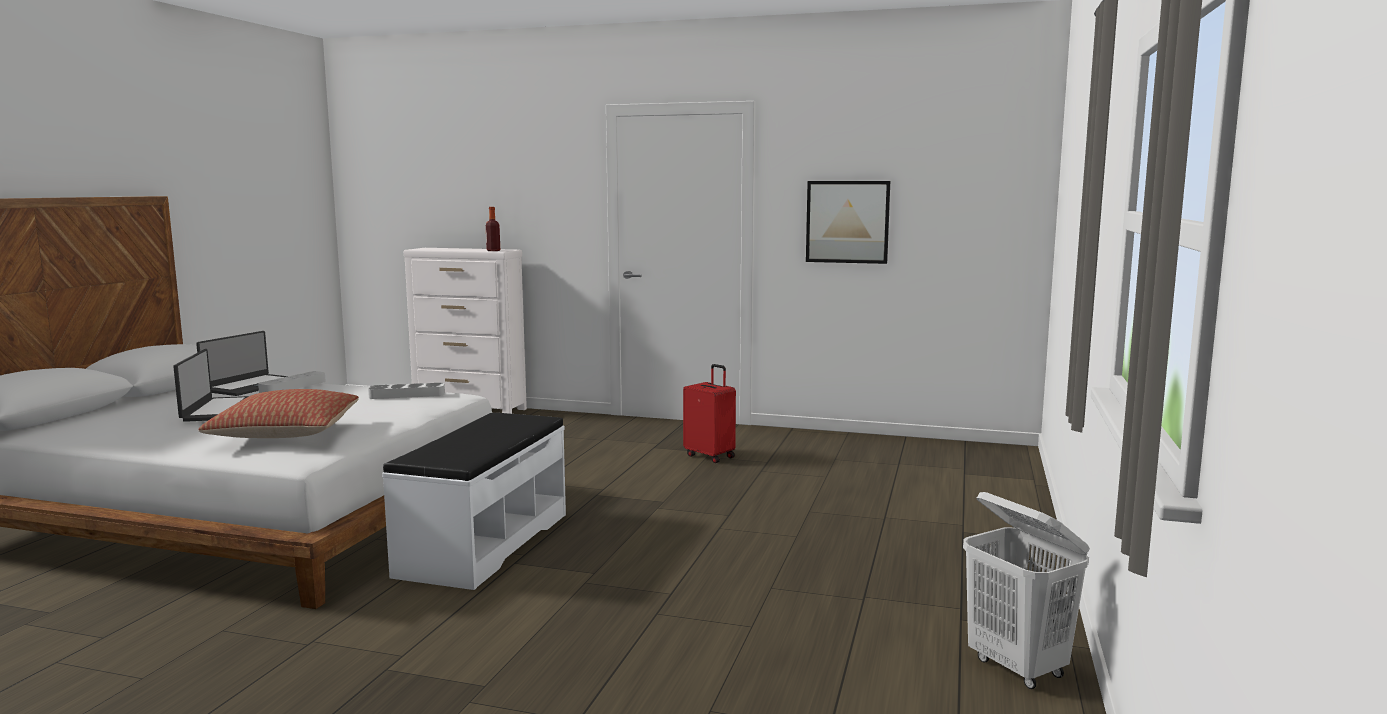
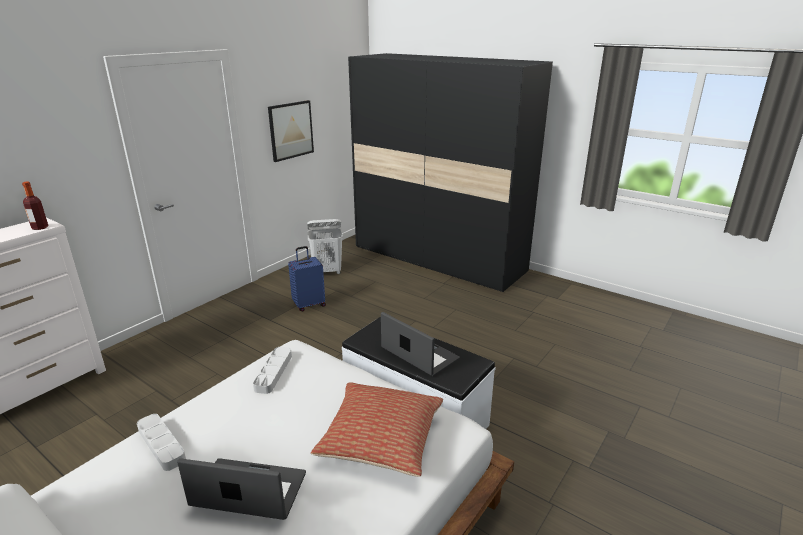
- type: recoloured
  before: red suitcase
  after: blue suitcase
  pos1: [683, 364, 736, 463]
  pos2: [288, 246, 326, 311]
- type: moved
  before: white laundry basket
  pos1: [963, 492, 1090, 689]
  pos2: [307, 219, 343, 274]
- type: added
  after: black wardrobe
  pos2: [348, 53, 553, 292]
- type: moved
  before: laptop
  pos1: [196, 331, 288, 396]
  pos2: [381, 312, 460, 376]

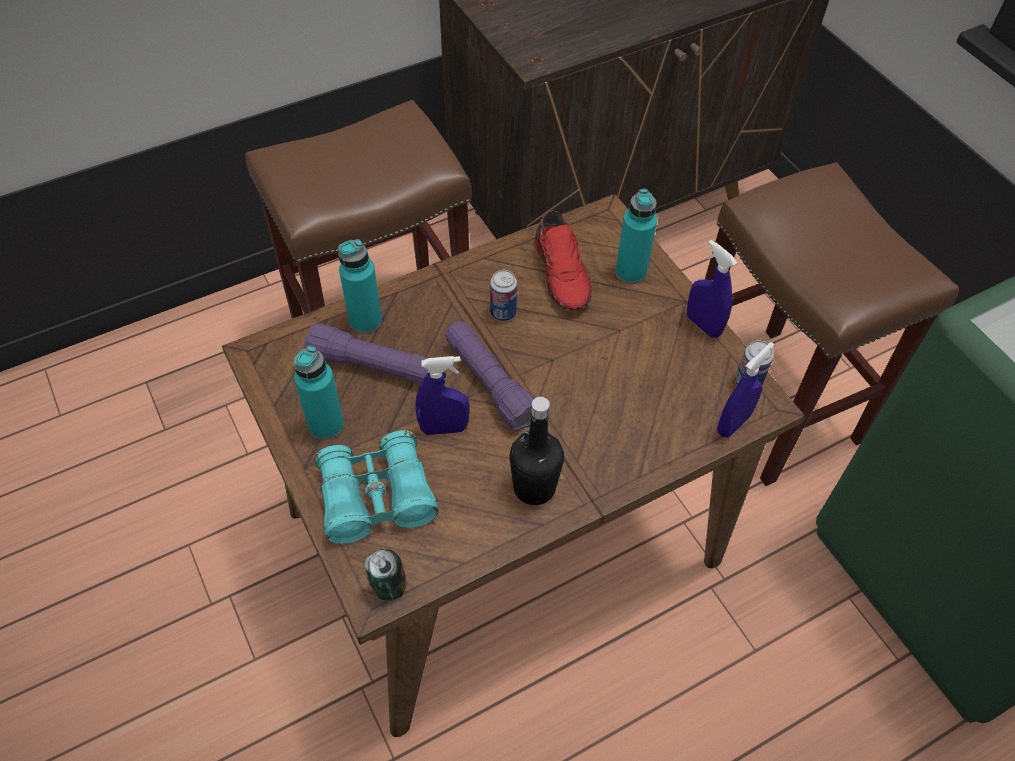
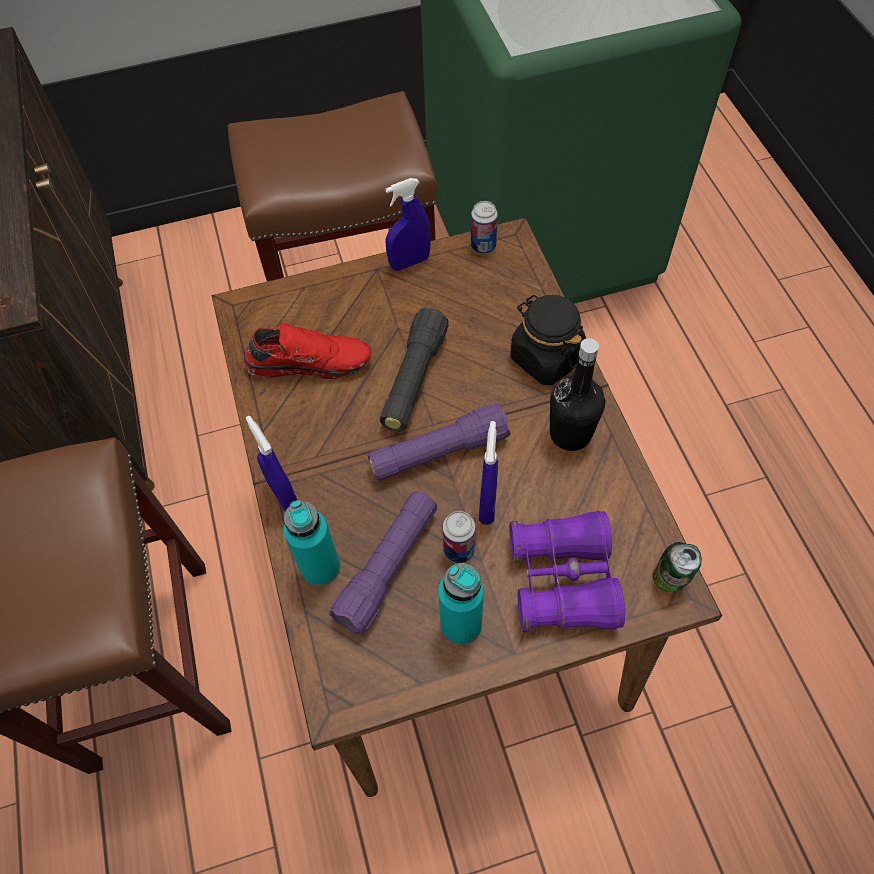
- type: moved
  before: blue spray bottle
  pos1: [717, 342, 774, 438]
  pos2: [246, 416, 297, 511]
- type: added
  after: black flashlight
  pos2: [380, 308, 449, 432]
- type: moved
  before: can
  pos1: [490, 270, 517, 321]
  pos2: [443, 511, 476, 563]
- type: recoloured
  before: turquoise binoculars
  after: purple binoculars
  pos1: [314, 430, 438, 544]
  pos2: [509, 511, 625, 633]
- type: added
  after: black jar
  pos2: [510, 295, 586, 385]
- type: removed
  before: turquoise bottle
  pos1: [615, 189, 657, 284]

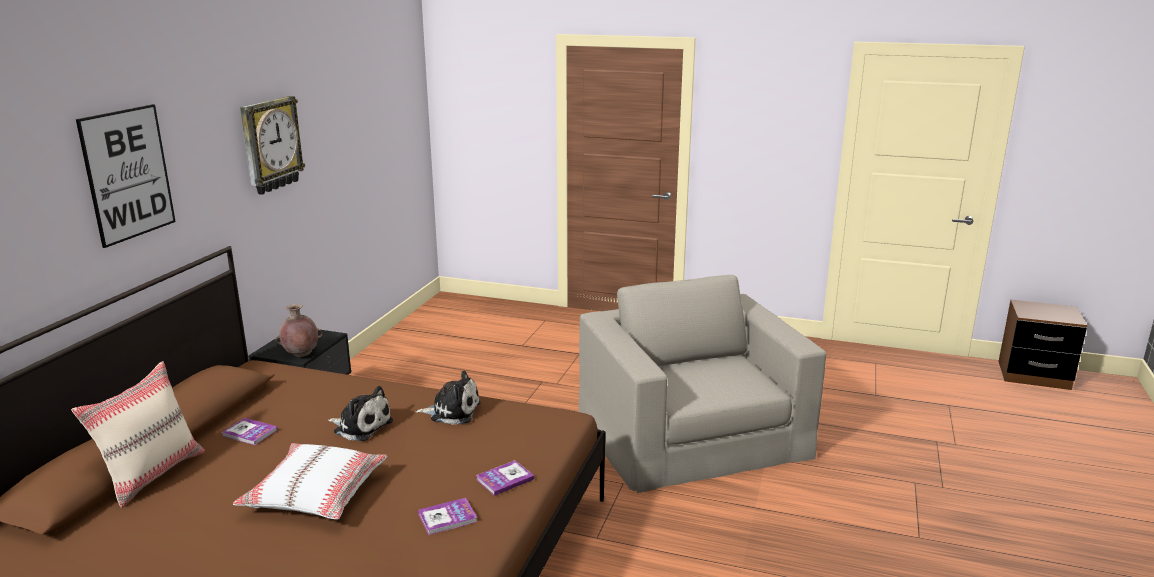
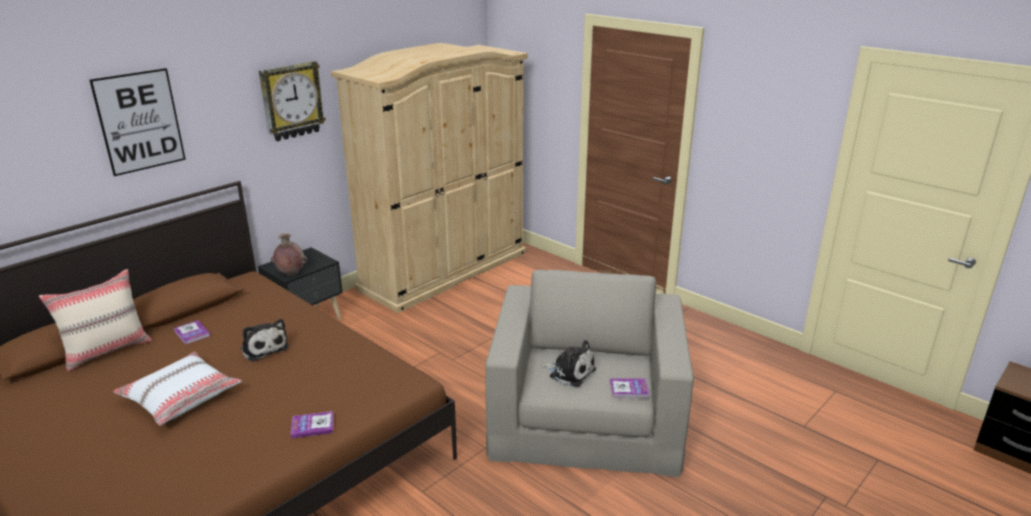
- type: added
  after: beige wardrobe
  pos2: [331, 43, 528, 313]
- type: moved
  before: plush toy
  pos1: [415, 371, 481, 425]
  pos2: [541, 340, 596, 387]
- type: moved
  before: book
  pos1: [418, 498, 477, 535]
  pos2: [610, 379, 649, 398]

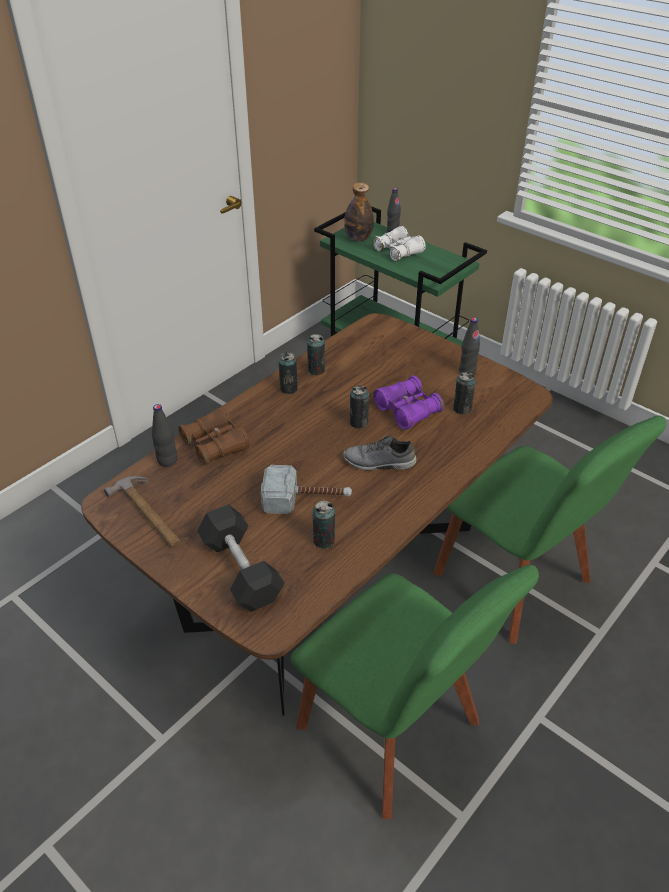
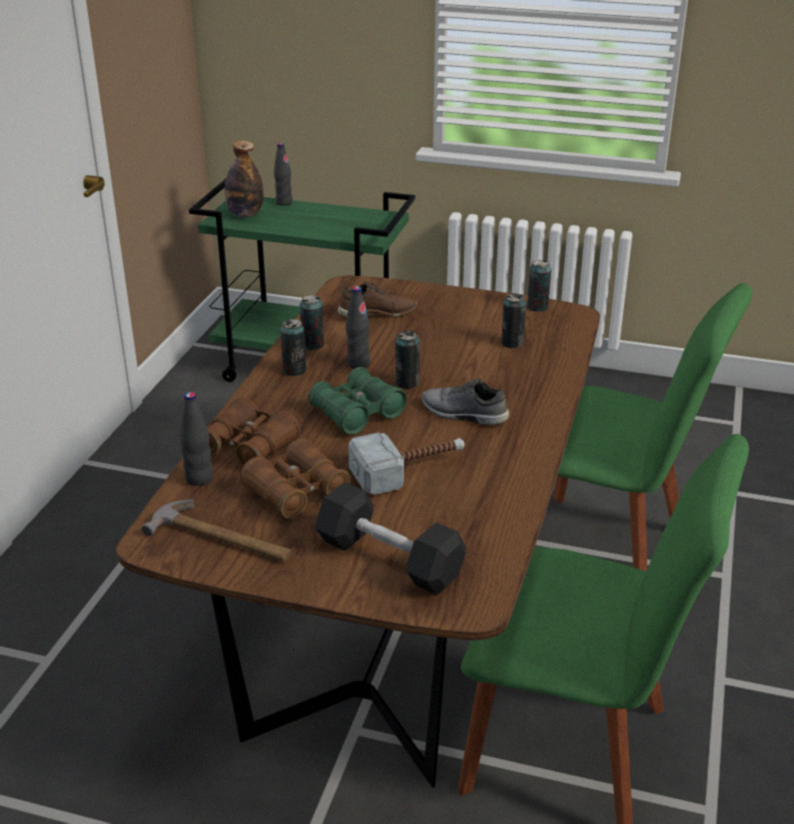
- type: added
  after: brown binoculars
  pos2: [240, 438, 351, 518]
- type: added
  after: green binoculars
  pos2: [308, 367, 407, 435]
- type: added
  after: brown shoe
  pos2: [338, 281, 417, 318]
- type: moved
  before: black bottle
  pos1: [459, 318, 480, 375]
  pos2: [346, 286, 370, 369]
- type: turned
  before: grey shoe
  pos1: [343, 436, 417, 471]
  pos2: [422, 378, 509, 425]
  turn: 45
- type: moved
  before: can
  pos1: [313, 501, 335, 549]
  pos2: [527, 260, 551, 312]
- type: removed
  before: white binoculars
  pos1: [373, 226, 426, 261]
- type: removed
  before: purple binoculars
  pos1: [373, 376, 444, 430]

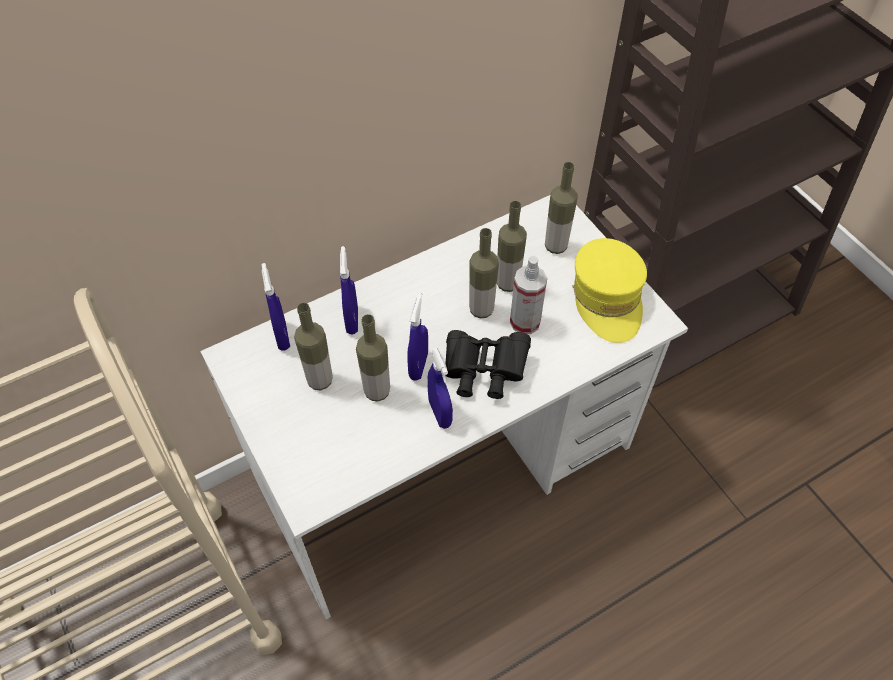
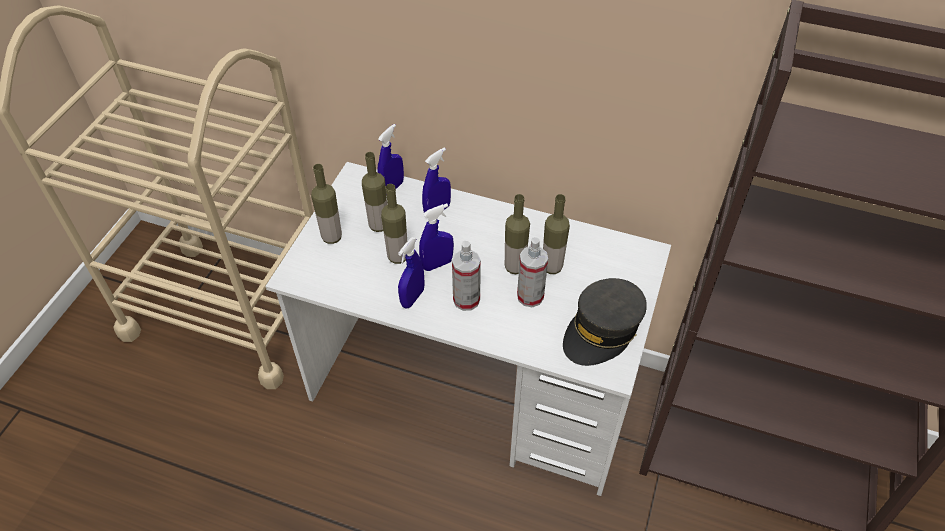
- type: moved
  before: bottle
  pos1: [545, 162, 578, 254]
  pos2: [311, 164, 342, 244]
- type: replaced
  before: black binoculars
  after: spray bottle
  pos1: [445, 330, 531, 399]
  pos2: [452, 241, 481, 311]
- type: recoloured
  before: yellow cap
  after: grey cap
  pos1: [573, 238, 647, 343]
  pos2: [563, 278, 647, 366]

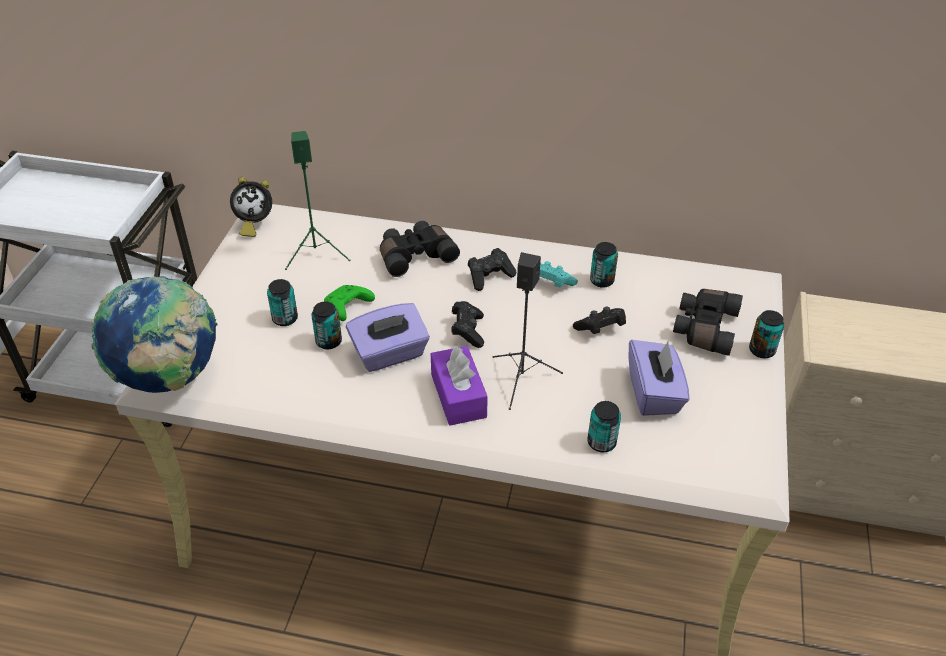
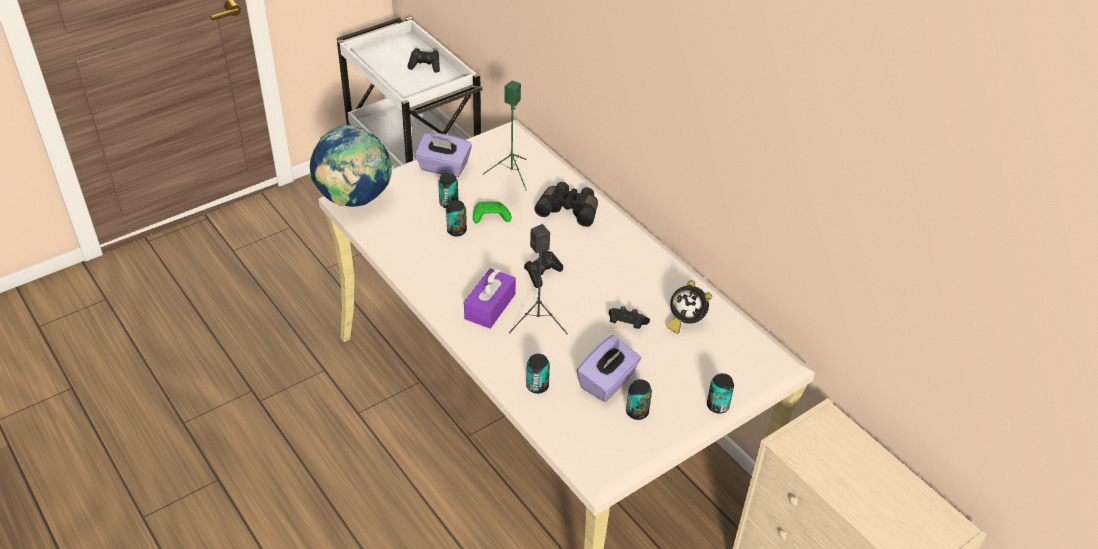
- type: moved
  before: black game controller
  pos1: [468, 248, 516, 291]
  pos2: [407, 48, 440, 73]
- type: moved
  before: purple tissue box
  pos1: [346, 303, 430, 372]
  pos2: [415, 133, 472, 177]
- type: moved
  before: can
  pos1: [590, 242, 618, 288]
  pos2: [626, 379, 652, 420]
- type: moved
  before: alarm clock
  pos1: [230, 177, 272, 237]
  pos2: [666, 280, 712, 334]
- type: removed
  before: turquoise game controller
  pos1: [540, 261, 578, 288]
- type: removed
  before: black binoculars
  pos1: [673, 289, 743, 356]

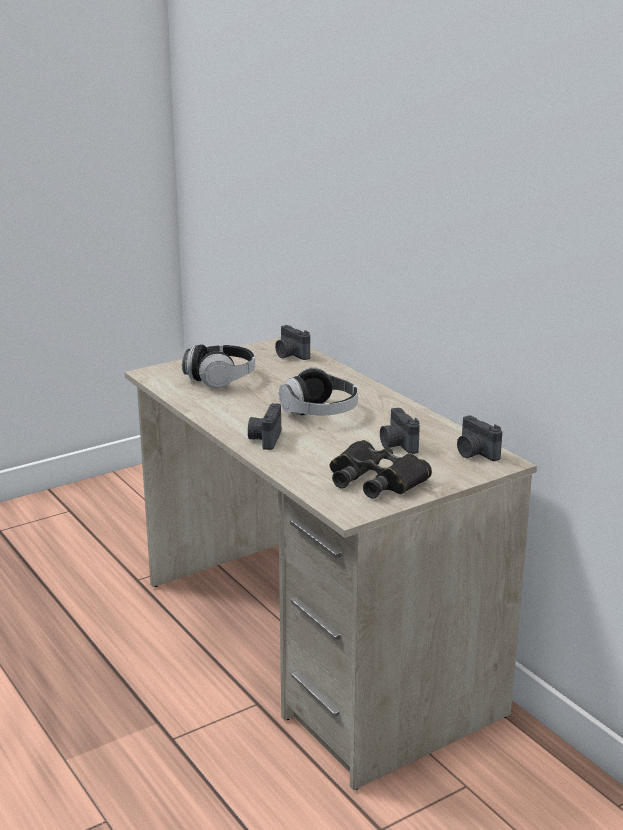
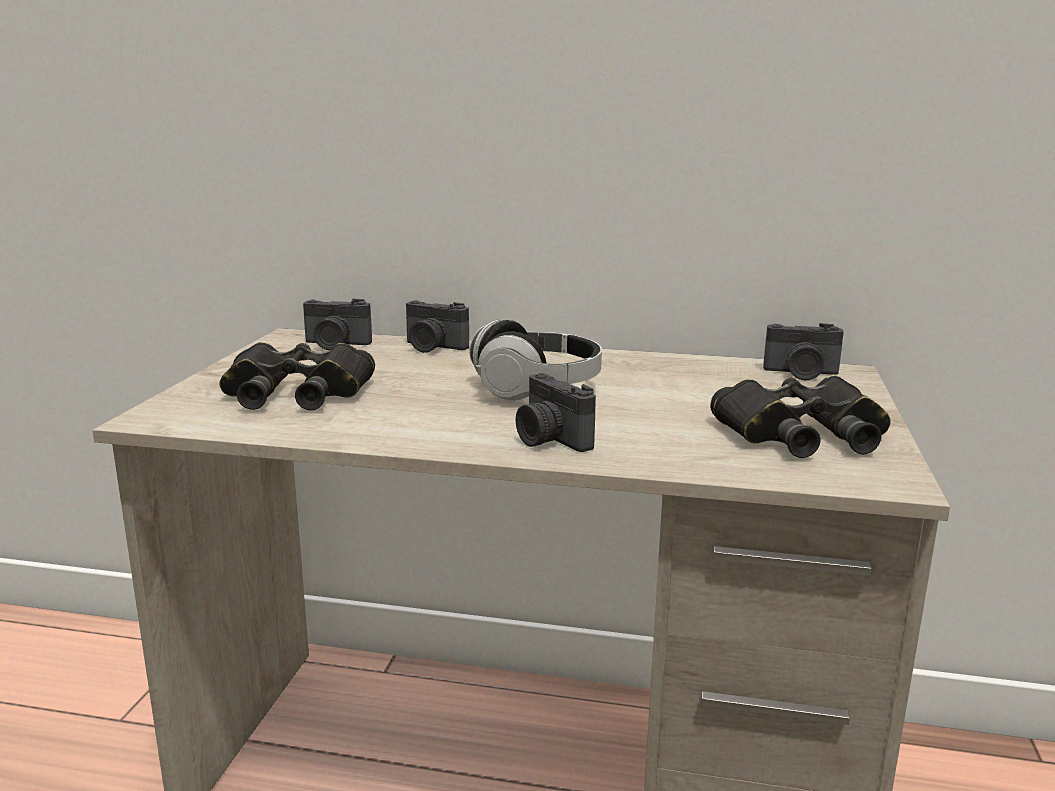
- type: replaced
  before: headphones
  after: black binoculars
  pos1: [182, 344, 255, 388]
  pos2: [219, 342, 375, 410]
- type: moved
  before: photo camera
  pos1: [380, 408, 420, 454]
  pos2: [406, 300, 469, 353]

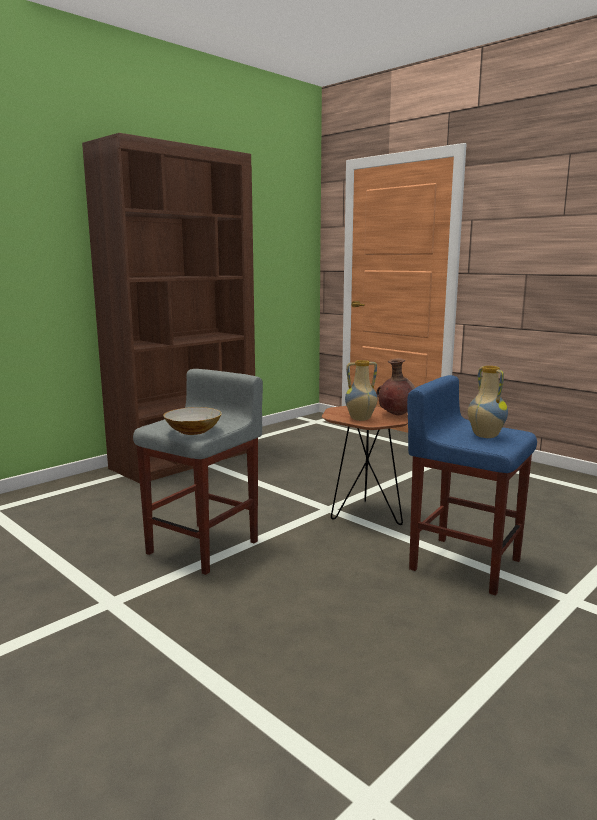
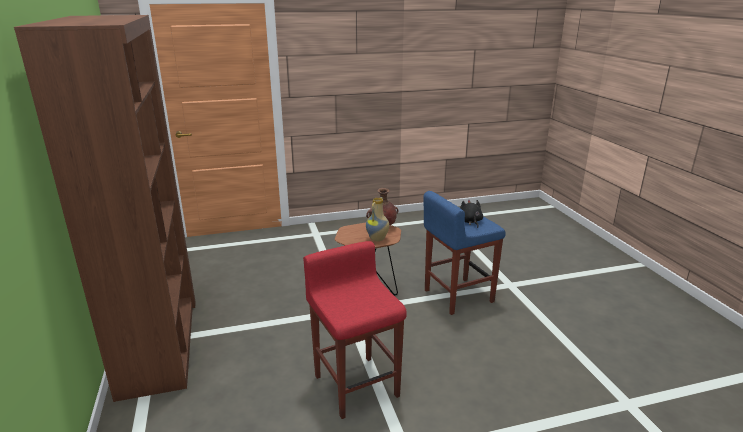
- type: recoloured
  before: grey stool
  after: red stool
  pos1: [133, 369, 263, 575]
  pos2: [303, 241, 407, 419]
- type: replaced
  before: vase
  after: black plush toy
  pos1: [468, 366, 508, 438]
  pos2: [460, 200, 483, 228]
- type: removed
  before: bowl
  pos1: [163, 407, 222, 435]

